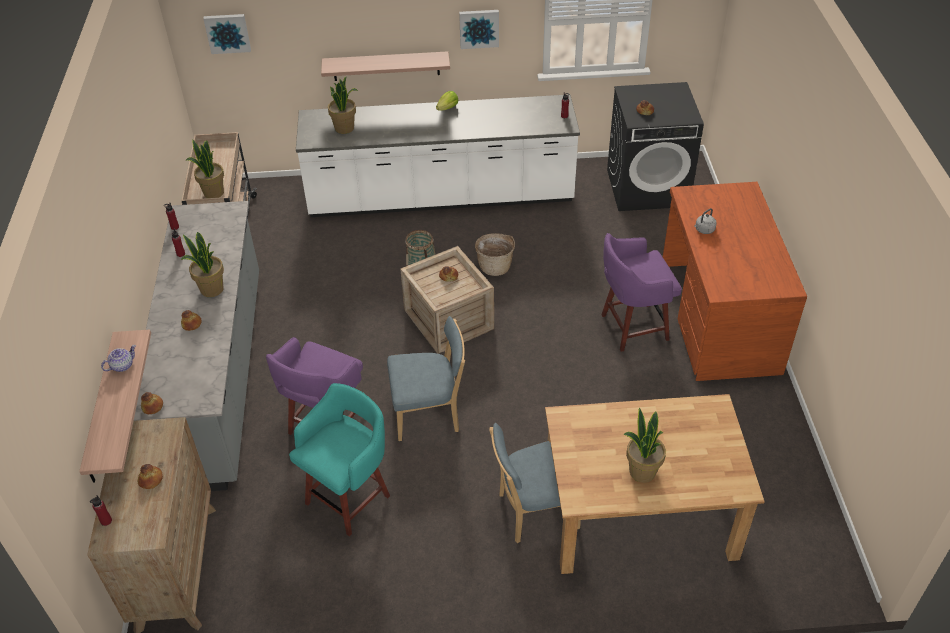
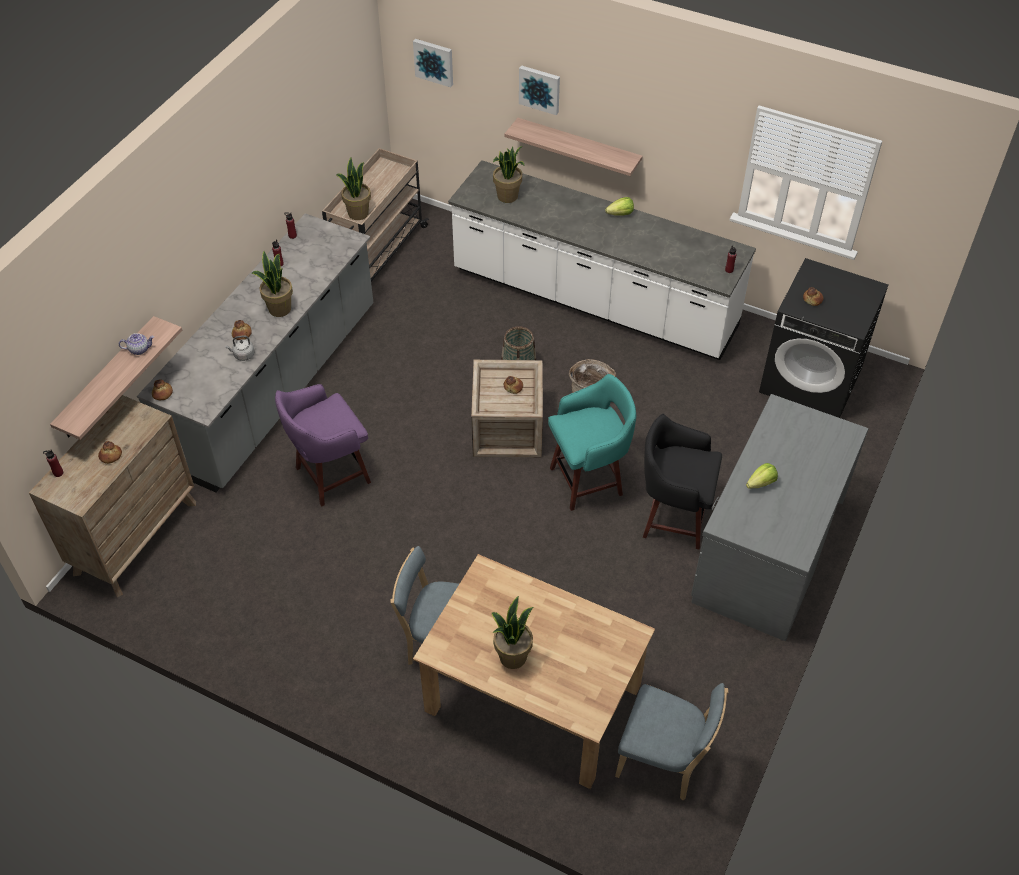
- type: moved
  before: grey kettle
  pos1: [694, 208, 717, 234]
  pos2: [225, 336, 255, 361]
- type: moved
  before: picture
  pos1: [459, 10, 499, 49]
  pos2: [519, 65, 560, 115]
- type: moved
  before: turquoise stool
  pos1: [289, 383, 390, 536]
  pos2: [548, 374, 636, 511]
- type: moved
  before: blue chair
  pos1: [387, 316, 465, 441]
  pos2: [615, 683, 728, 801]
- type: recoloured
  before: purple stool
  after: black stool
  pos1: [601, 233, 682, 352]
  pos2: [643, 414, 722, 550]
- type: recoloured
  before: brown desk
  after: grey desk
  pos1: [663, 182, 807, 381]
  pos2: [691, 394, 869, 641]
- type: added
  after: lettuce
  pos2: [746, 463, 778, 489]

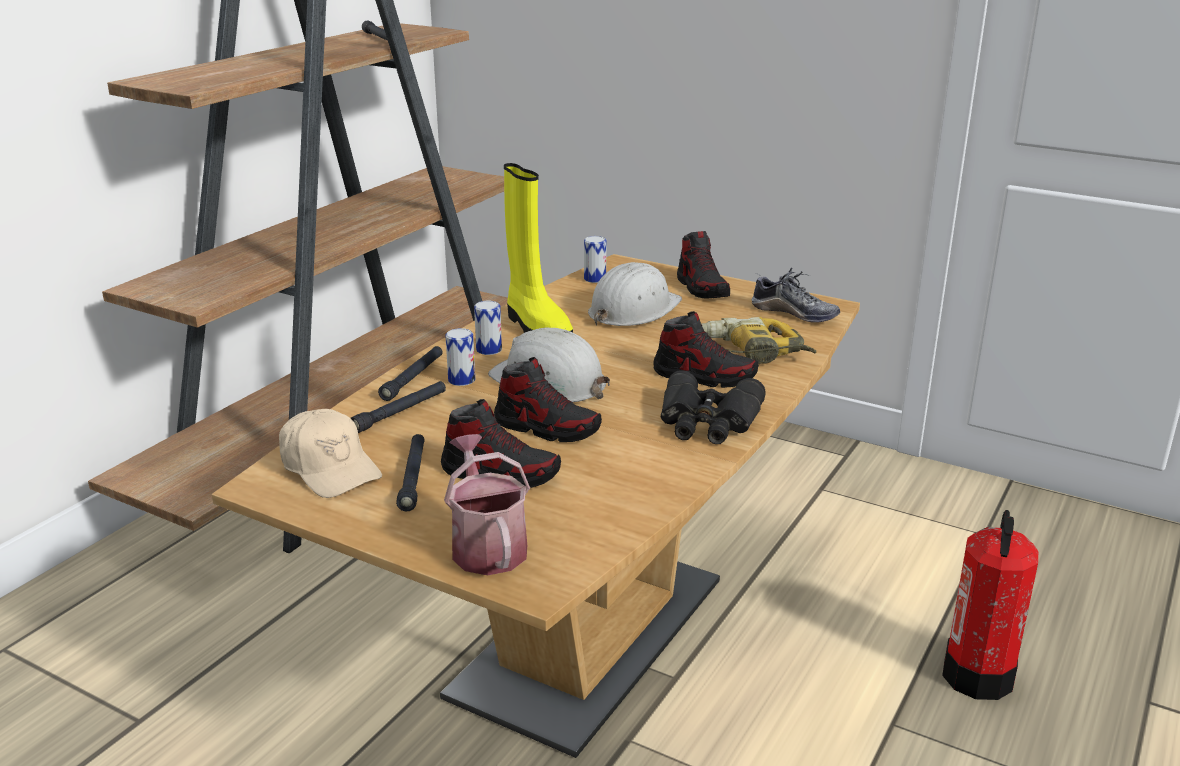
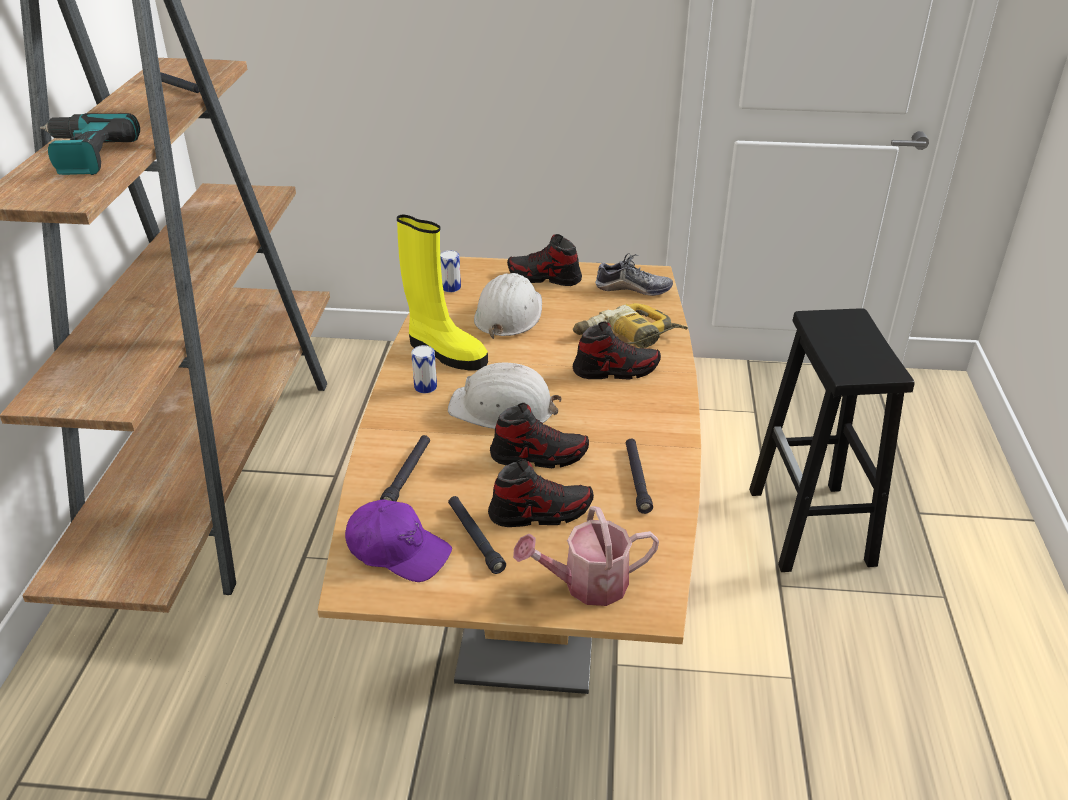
- type: added
  after: power drill
  pos2: [40, 113, 140, 175]
- type: recoloured
  before: beige cap
  after: purple cap
  pos1: [279, 409, 382, 498]
  pos2: [345, 499, 452, 582]
- type: turned
  before: shoe
  pos1: [677, 231, 730, 299]
  pos2: [507, 234, 582, 286]
  turn: 150
- type: turned
  before: watering can
  pos1: [444, 434, 530, 575]
  pos2: [513, 506, 659, 606]
  turn: -60
- type: moved
  before: black flashlight
  pos1: [378, 346, 443, 401]
  pos2: [626, 439, 653, 514]
- type: replaced
  before: fire extinguisher
  after: black stool
  pos1: [942, 510, 1038, 700]
  pos2: [749, 308, 914, 572]
- type: removed
  before: can
  pos1: [445, 328, 475, 386]
- type: removed
  before: black binoculars
  pos1: [661, 370, 766, 444]

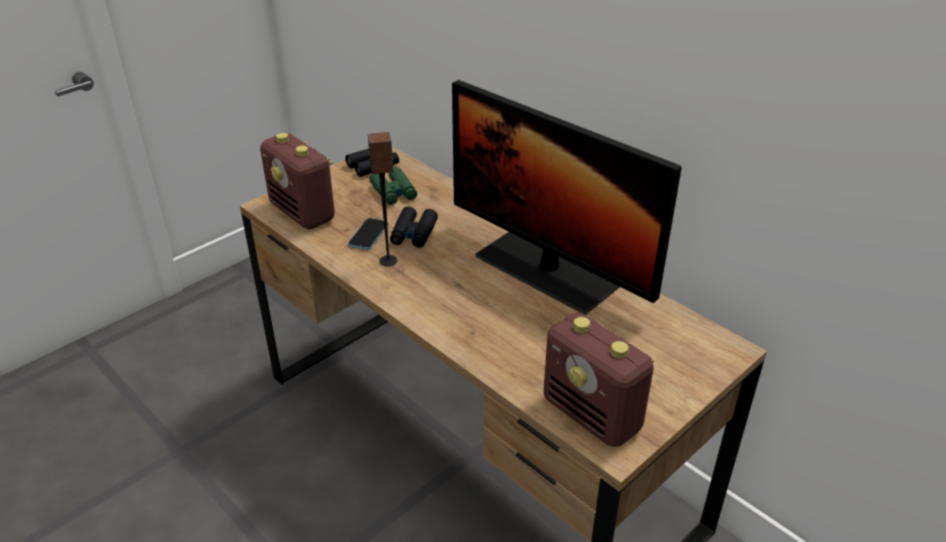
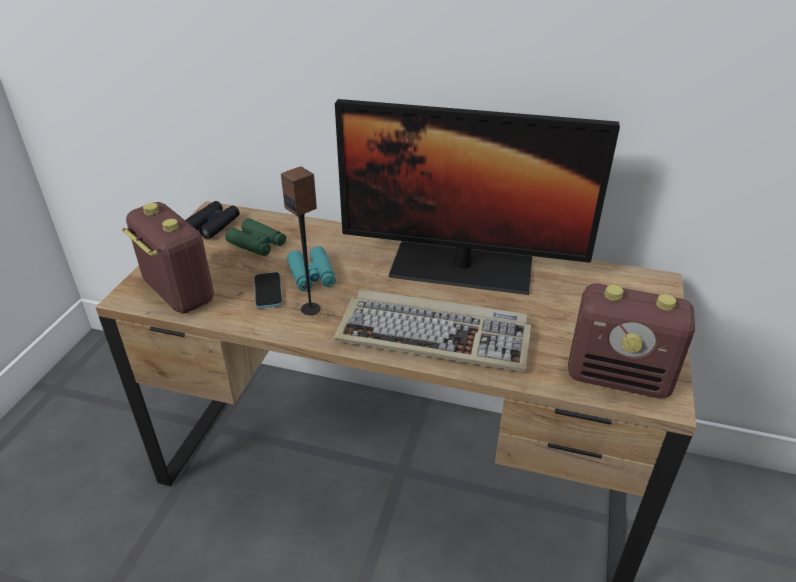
- type: turned
  before: radio
  pos1: [260, 133, 335, 229]
  pos2: [122, 202, 214, 314]
  turn: -150
- type: recoloured
  before: black binoculars
  after: turquoise binoculars
  pos1: [390, 206, 438, 248]
  pos2: [287, 246, 336, 291]
- type: added
  after: keyboard
  pos2: [335, 290, 531, 372]

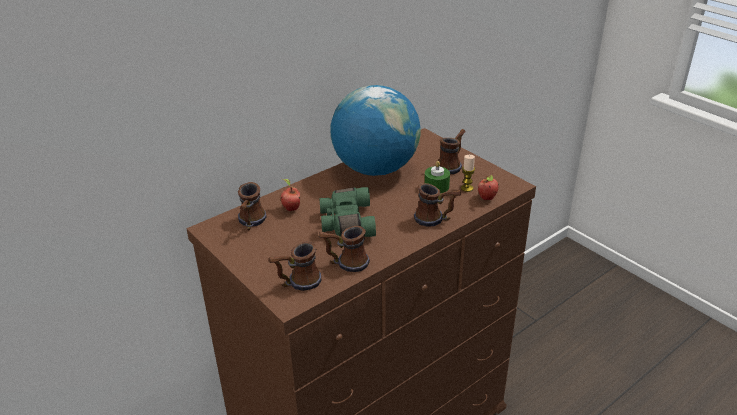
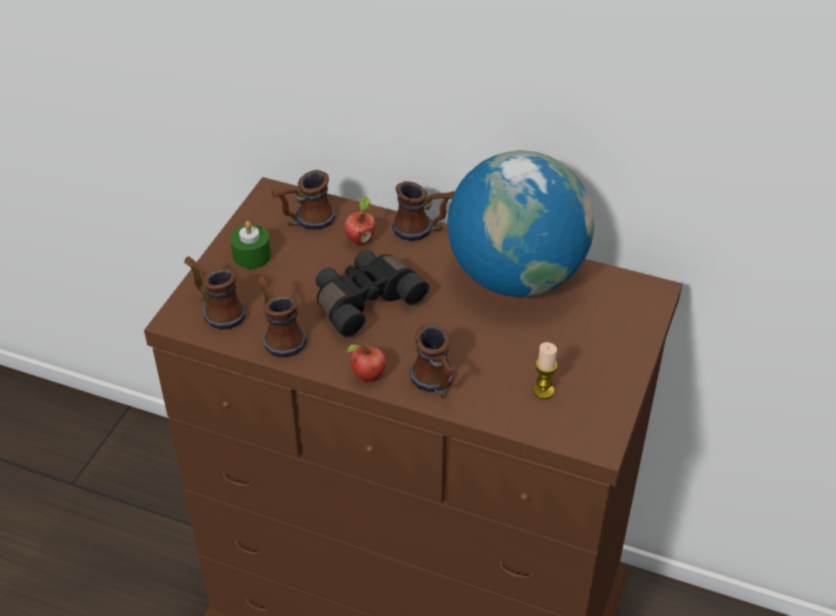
- type: moved
  before: green candle
  pos1: [424, 161, 450, 194]
  pos2: [230, 221, 271, 269]
- type: recoloured
  before: green binoculars
  after: black binoculars
  pos1: [320, 187, 376, 237]
  pos2: [316, 250, 430, 338]
- type: moved
  before: apple
  pos1: [478, 175, 499, 200]
  pos2: [347, 344, 386, 382]
- type: moved
  before: mug
  pos1: [438, 129, 466, 174]
  pos2: [392, 181, 455, 241]

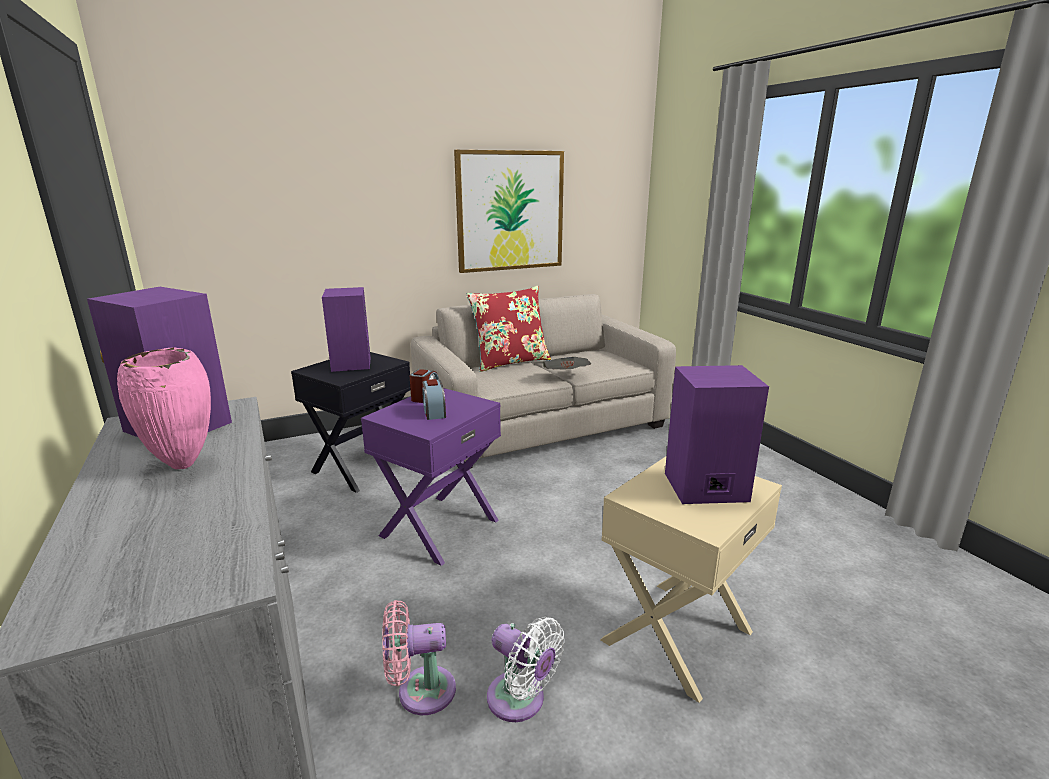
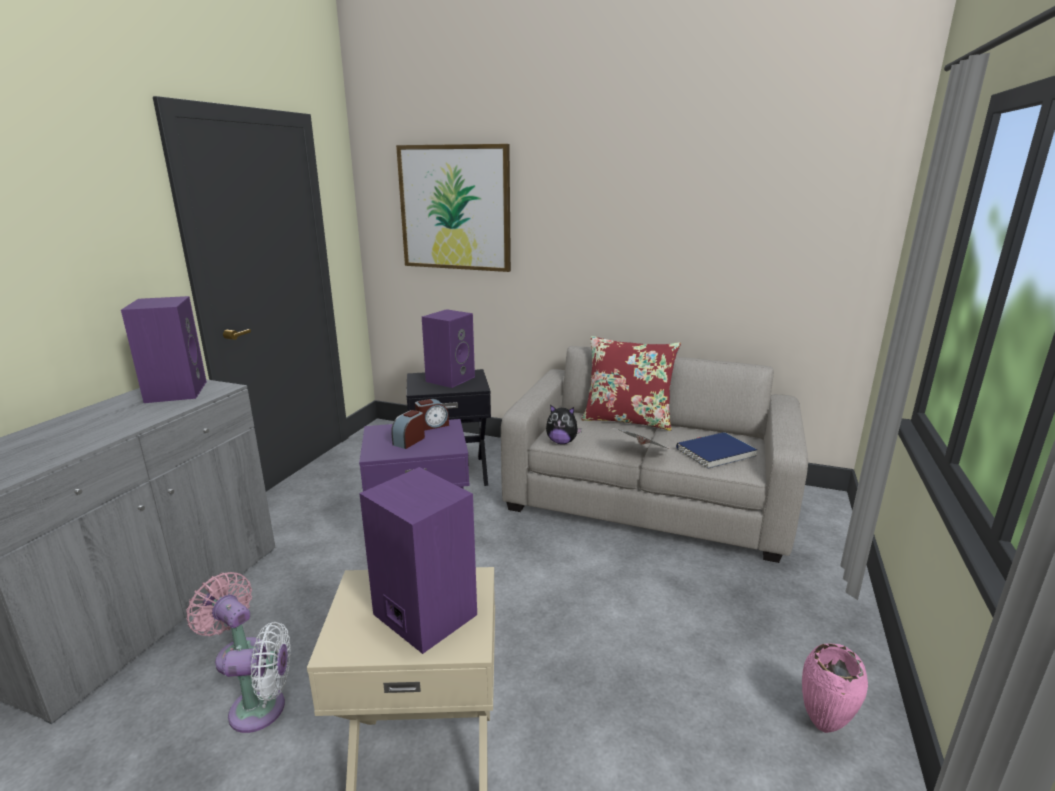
- type: turned
  before: white fan
  pos1: [487, 617, 565, 722]
  pos2: [222, 622, 291, 733]
  turn: -90
- type: moved
  before: picture
  pos1: [454, 150, 564, 273]
  pos2: [396, 144, 511, 272]
- type: added
  after: plush toy
  pos2: [546, 405, 582, 444]
- type: added
  after: blue book
  pos2: [676, 432, 758, 469]
- type: moved
  before: pink vase
  pos1: [117, 347, 211, 469]
  pos2: [802, 643, 868, 733]

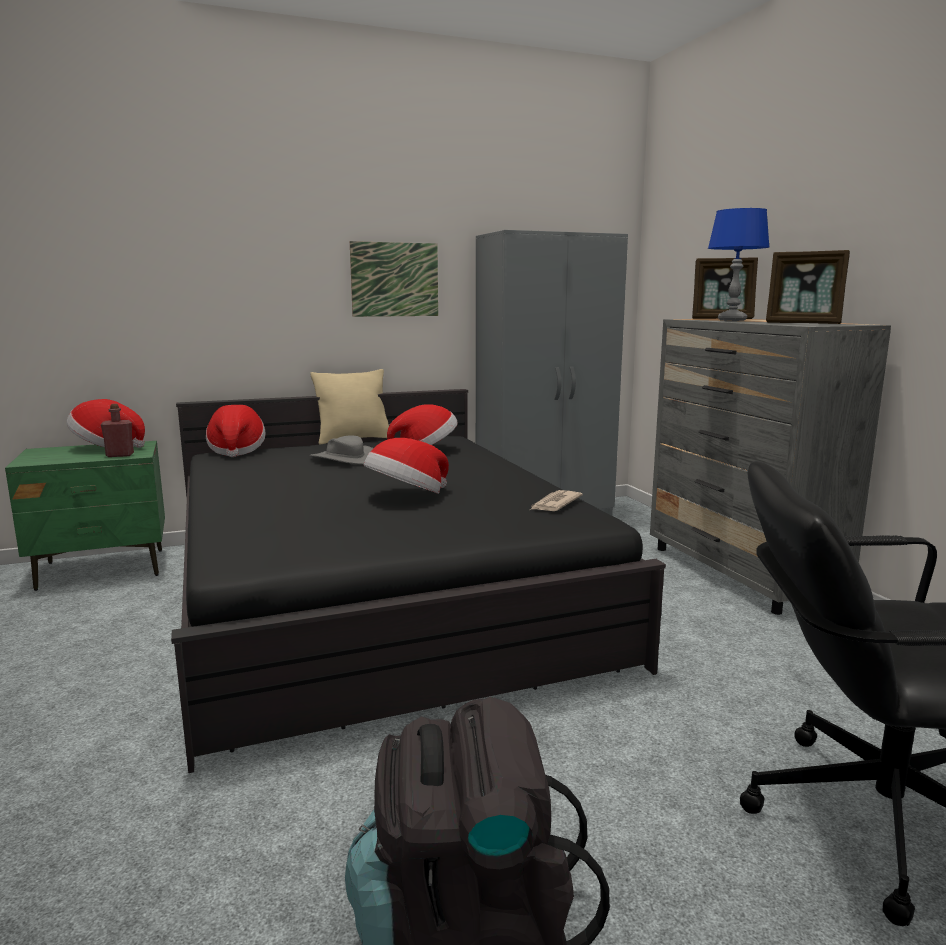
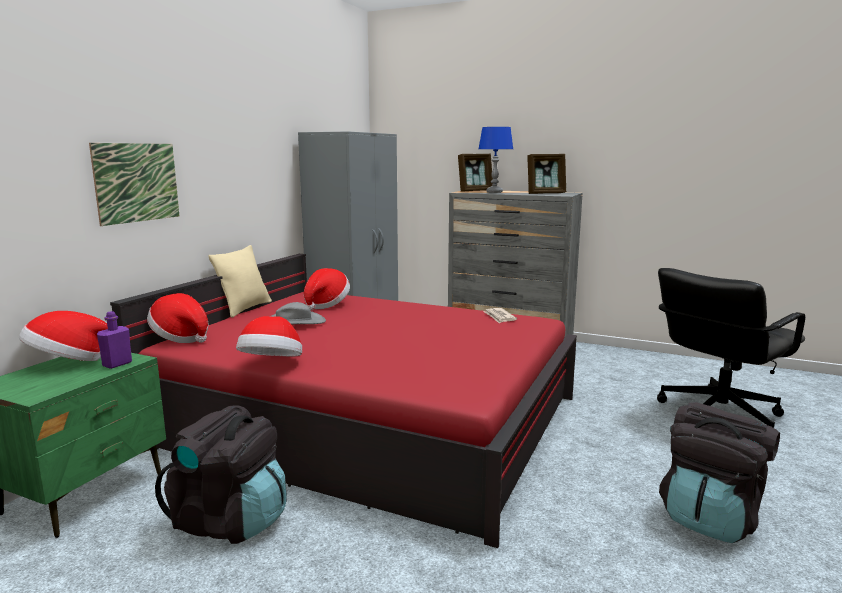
- type: moved
  before: picture
  pos1: [350, 241, 438, 317]
  pos2: [89, 143, 179, 226]
- type: recoloured
  before: red bottle
  after: purple bottle
  pos1: [101, 404, 134, 457]
  pos2: [97, 311, 132, 369]
- type: recoloured
  before: black bed
  after: red bed
  pos1: [171, 389, 666, 773]
  pos2: [110, 254, 577, 548]
- type: added
  after: black backpack
  pos2: [155, 405, 287, 544]
- type: moved
  before: hat
  pos1: [364, 438, 449, 494]
  pos2: [236, 316, 302, 356]

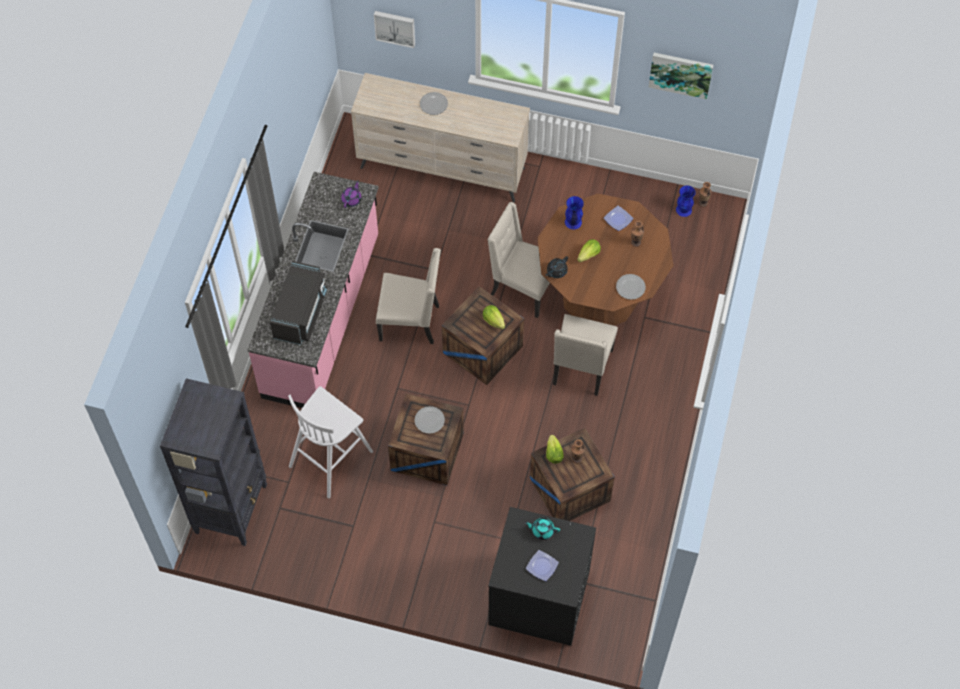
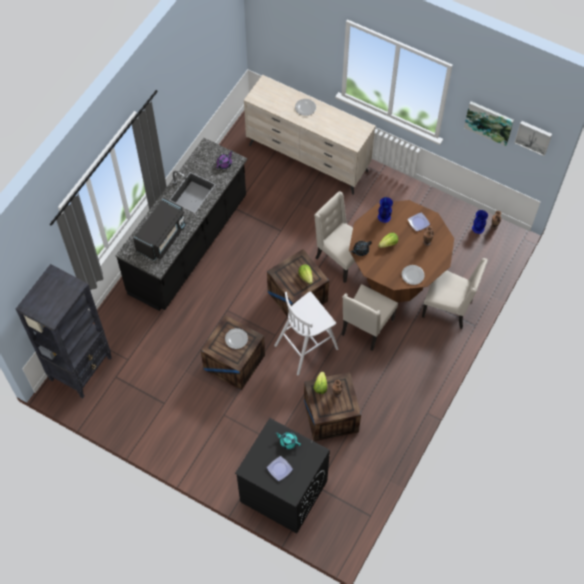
- type: recoloured
  before: pink counter
  after: black counter
  pos1: [248, 172, 379, 408]
  pos2: [116, 138, 247, 311]
- type: moved
  before: white stool
  pos1: [288, 386, 373, 498]
  pos2: [274, 291, 338, 376]
- type: moved
  before: beige chair
  pos1: [376, 248, 441, 344]
  pos2: [422, 258, 488, 329]
- type: moved
  before: picture
  pos1: [374, 11, 415, 48]
  pos2: [514, 121, 552, 156]

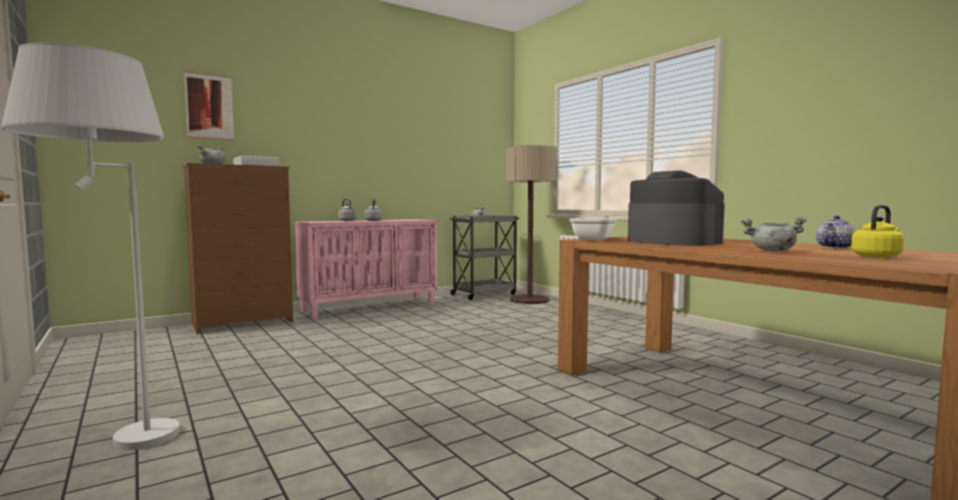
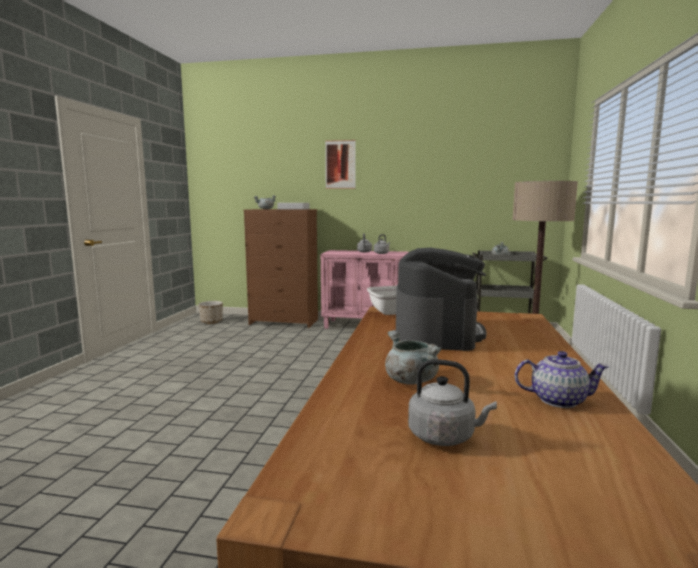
- type: added
  after: planter
  pos2: [199, 301, 223, 324]
- type: moved
  before: picture
  pos1: [184, 71, 234, 141]
  pos2: [325, 140, 356, 189]
- type: recoloured
  before: yellow kettle
  after: grey kettle
  pos1: [851, 205, 904, 258]
  pos2: [408, 359, 497, 446]
- type: removed
  before: white floor lamp
  pos1: [2, 42, 180, 450]

